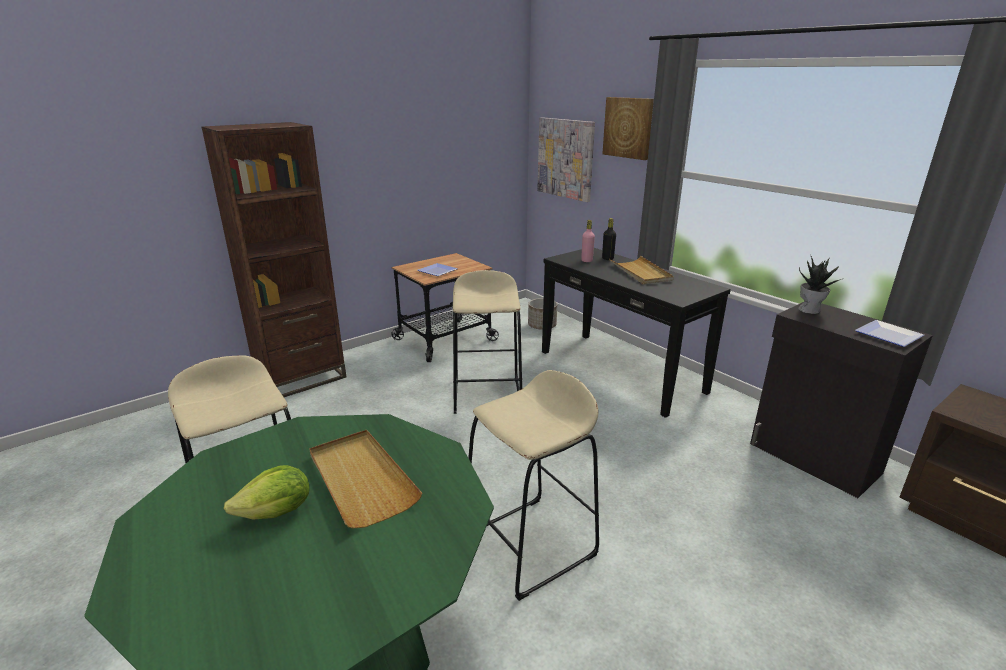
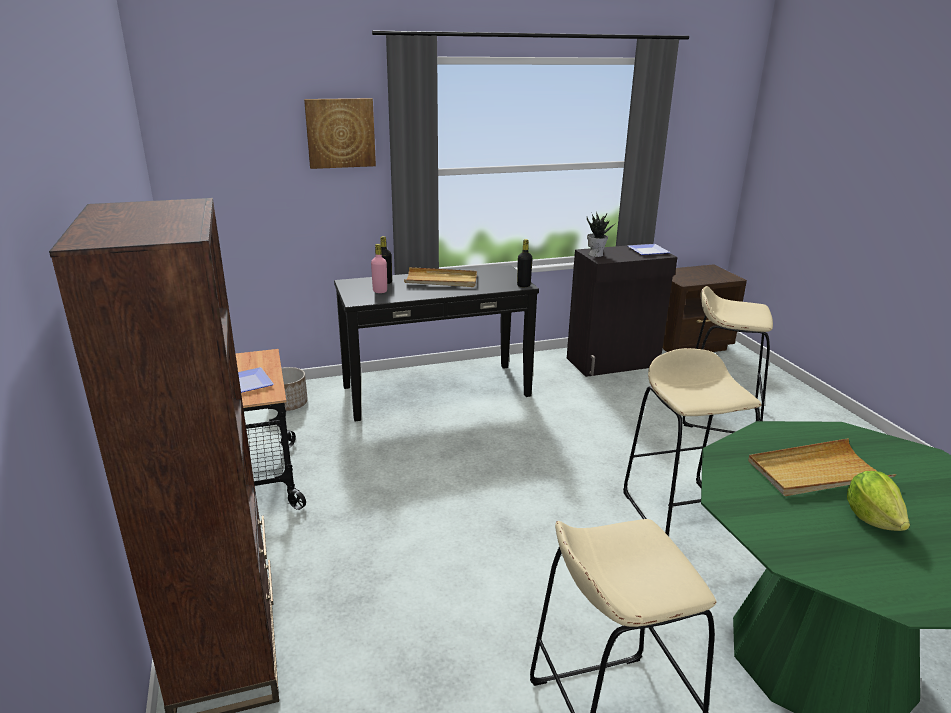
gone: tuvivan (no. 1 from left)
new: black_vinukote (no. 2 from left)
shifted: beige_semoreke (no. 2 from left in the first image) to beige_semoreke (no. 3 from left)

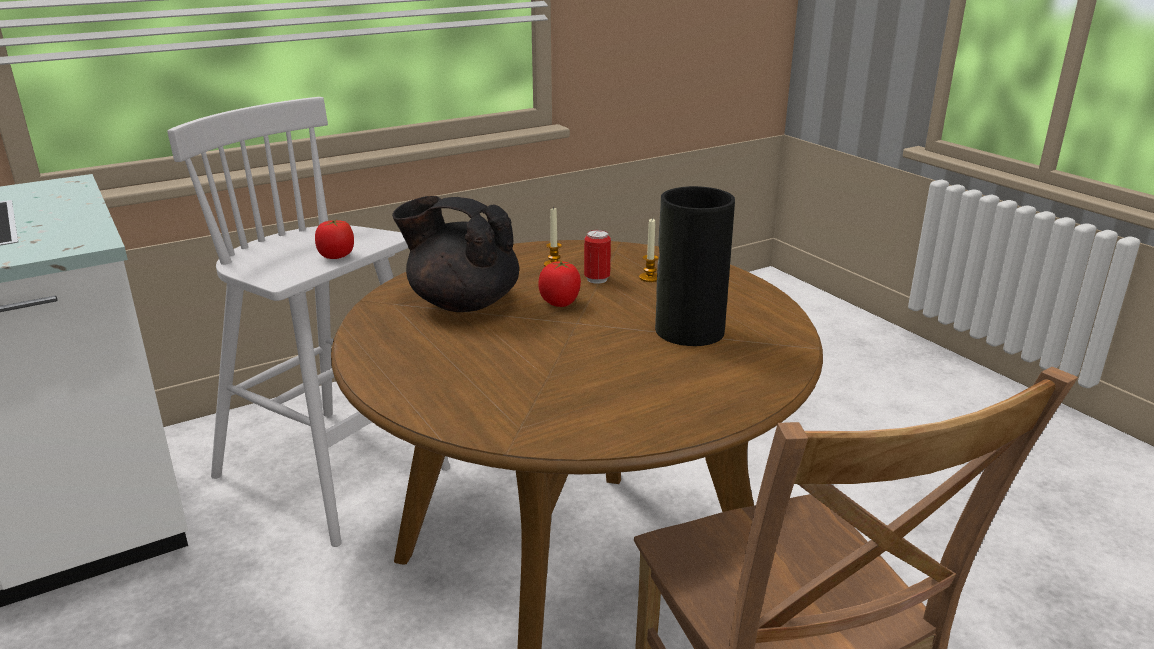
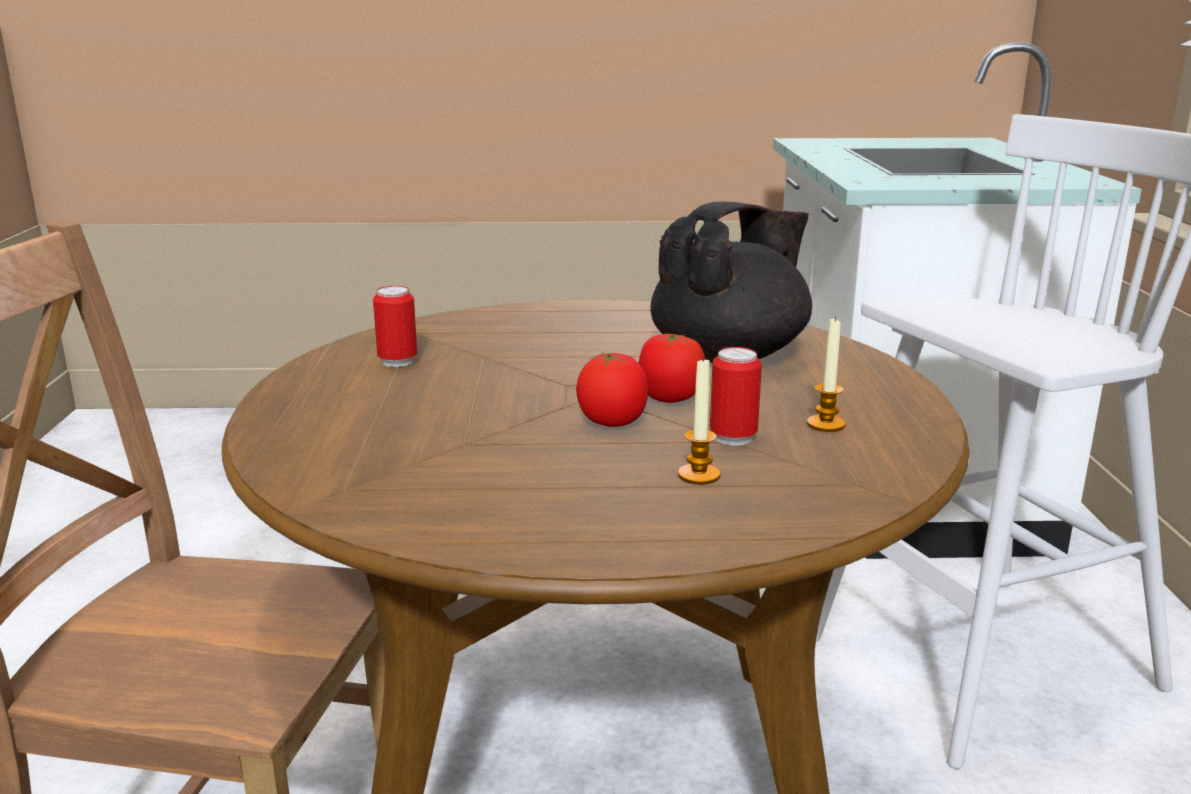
gone: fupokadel
new: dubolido (no. 1 from left)
shifted: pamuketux (no. 1 from left)

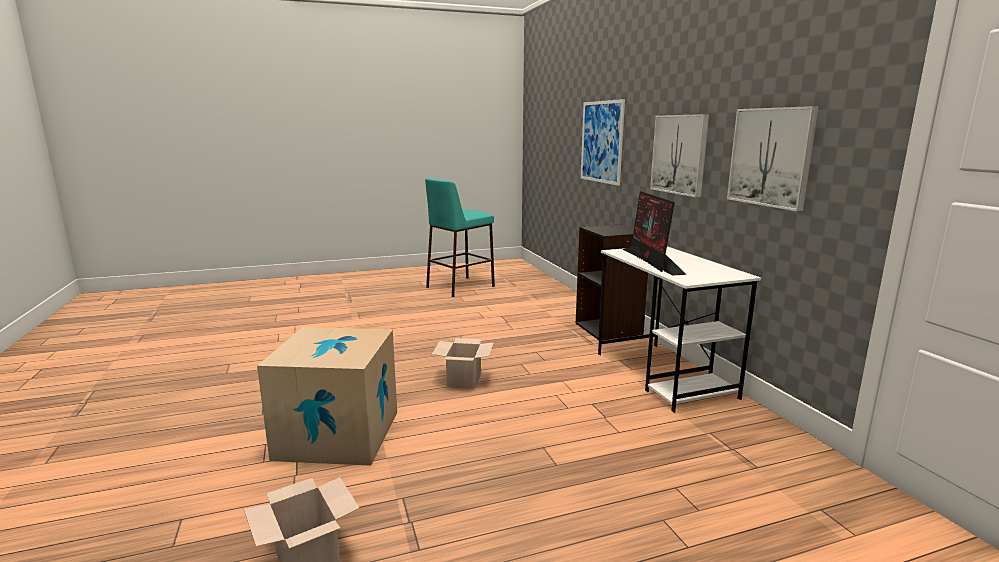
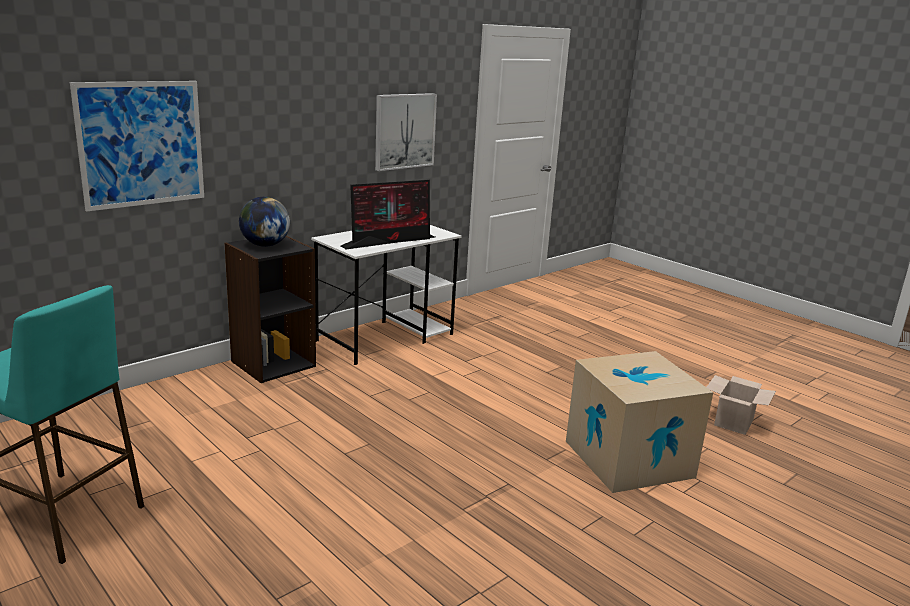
gone: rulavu (no. 3 from left); tuvivan (no. 2 from left)
new: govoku

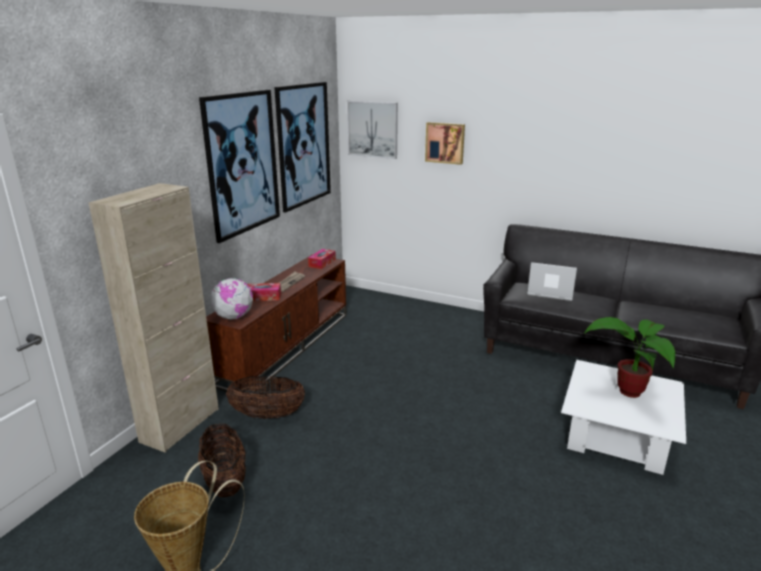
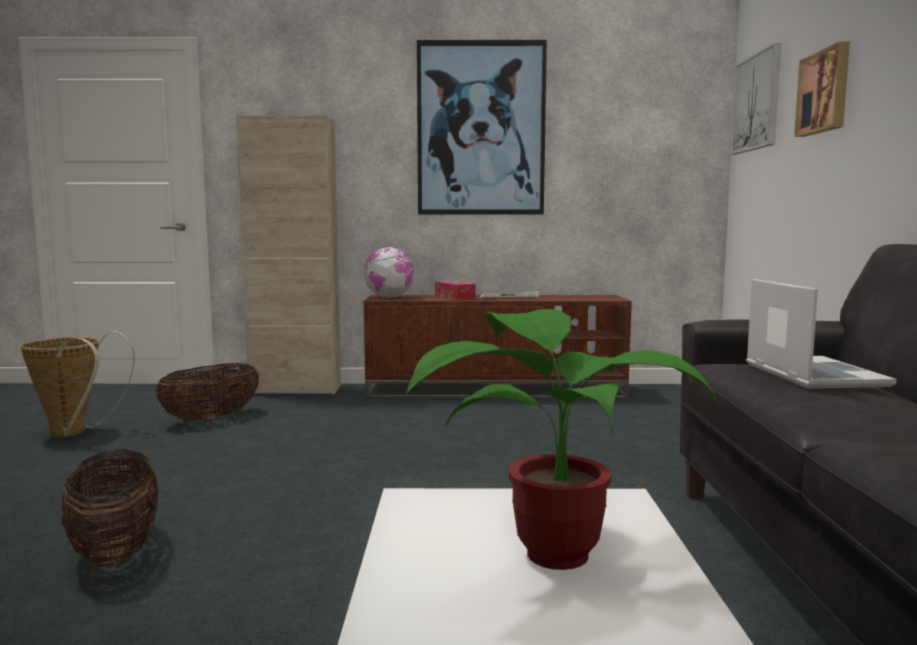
gone: tuvivan (no. 2 from left); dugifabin (no. 2 from left)
shifted: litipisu (no. 3 from left in the first image) to litipisu (no. 2 from left)

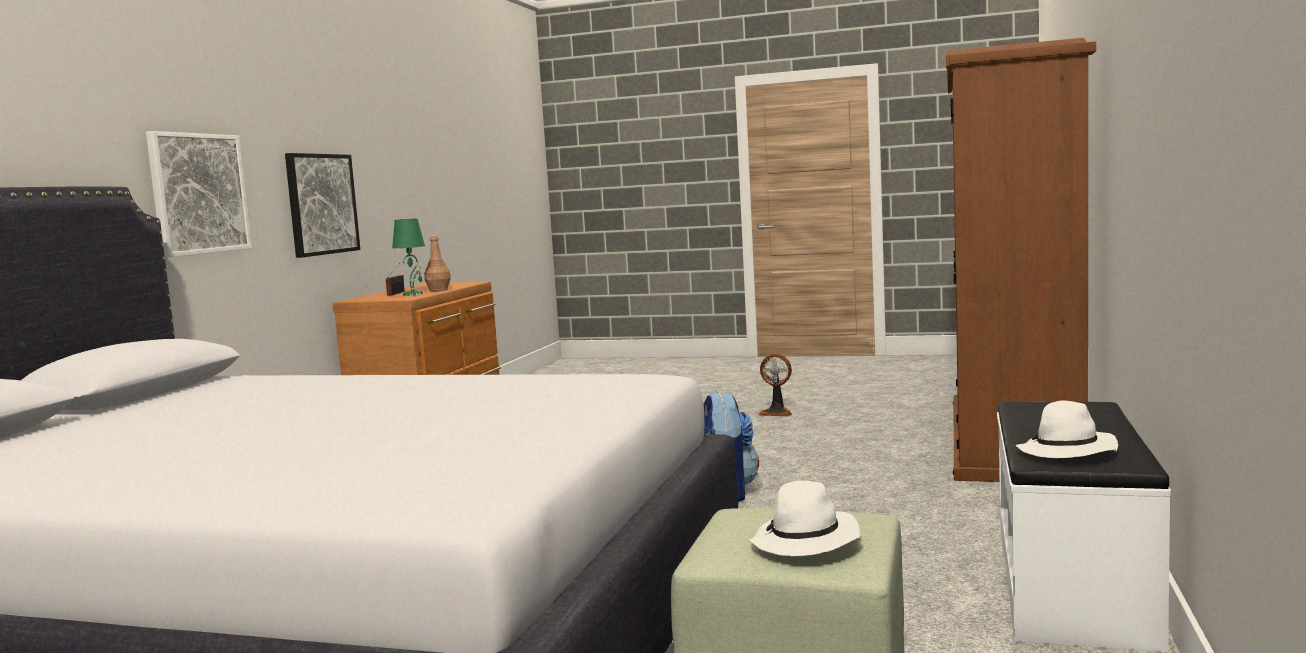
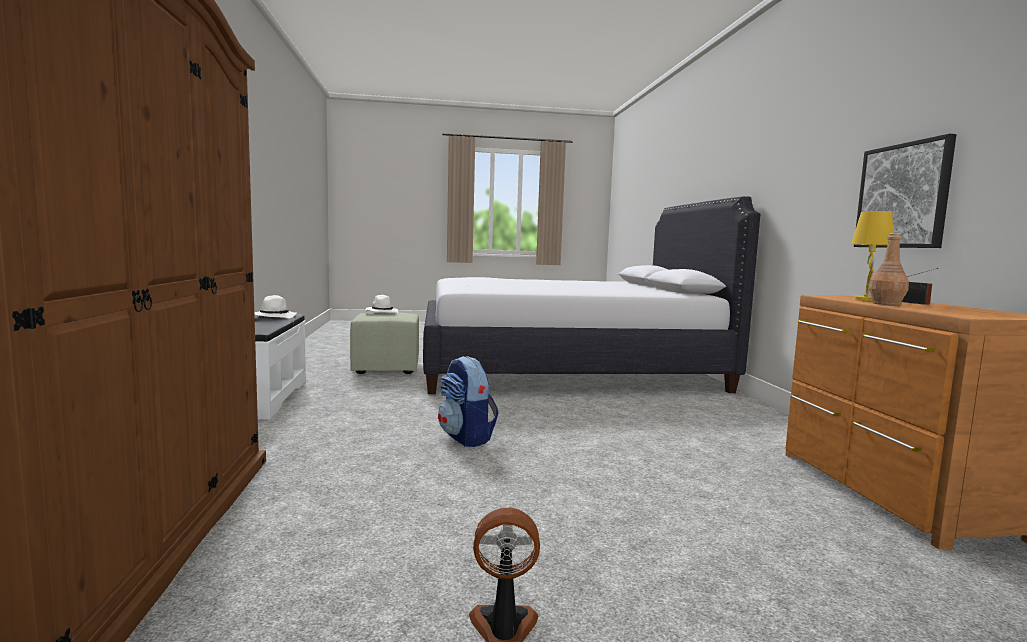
gone: tuvivan (no. 1 from left)
repainted: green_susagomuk to yellow_susagomuk

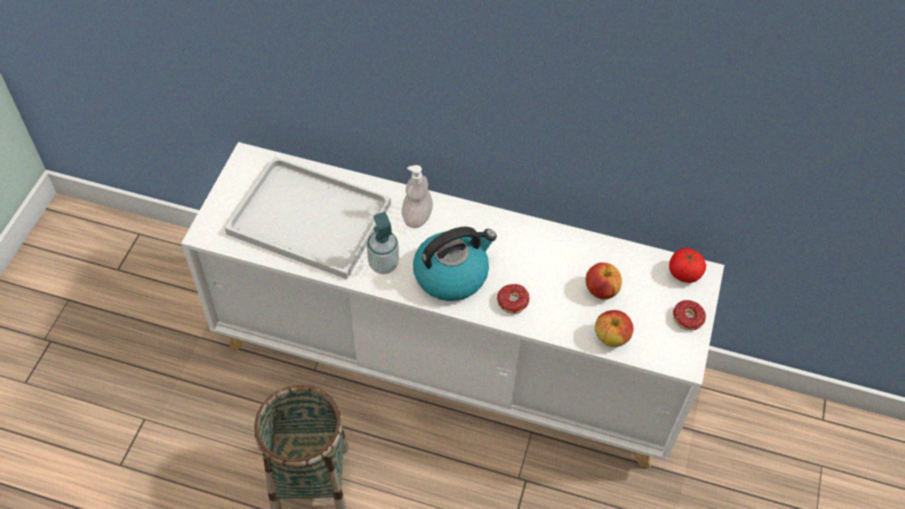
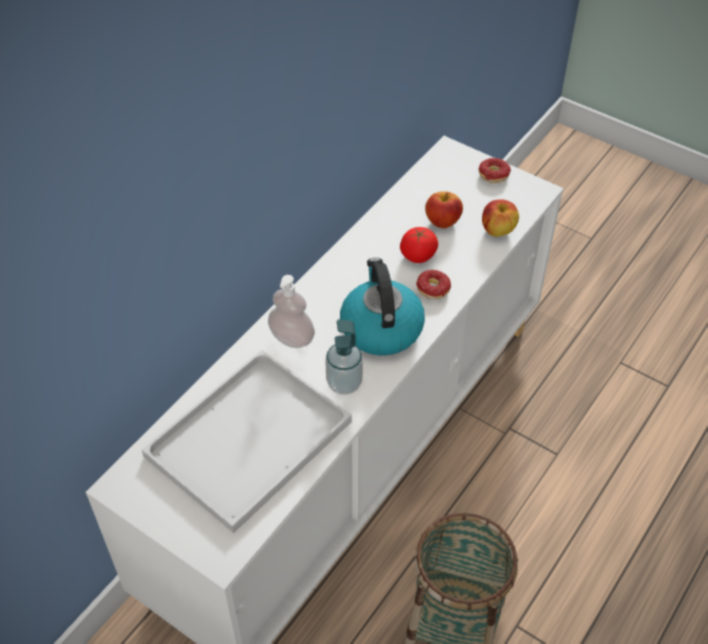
shifted: pamuketux

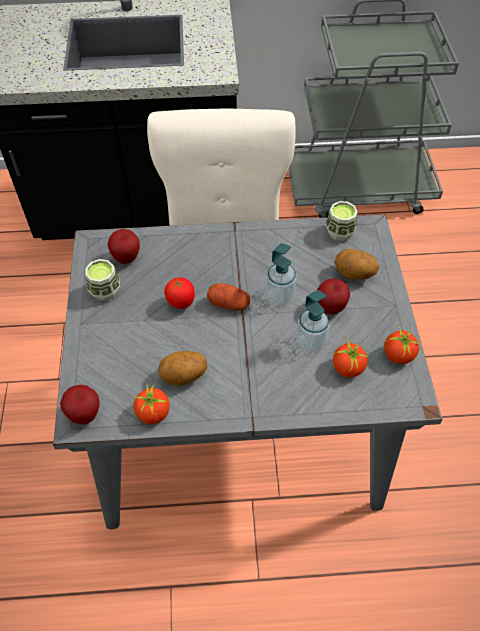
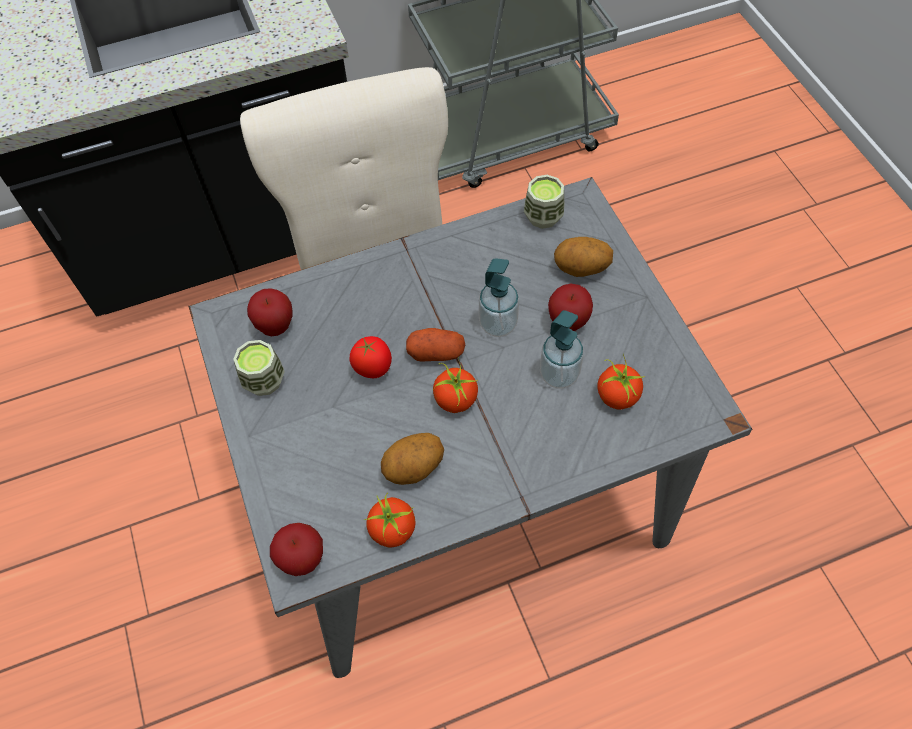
shifted: pamuketux (no. 4 from left in the first image) to pamuketux (no. 3 from left)

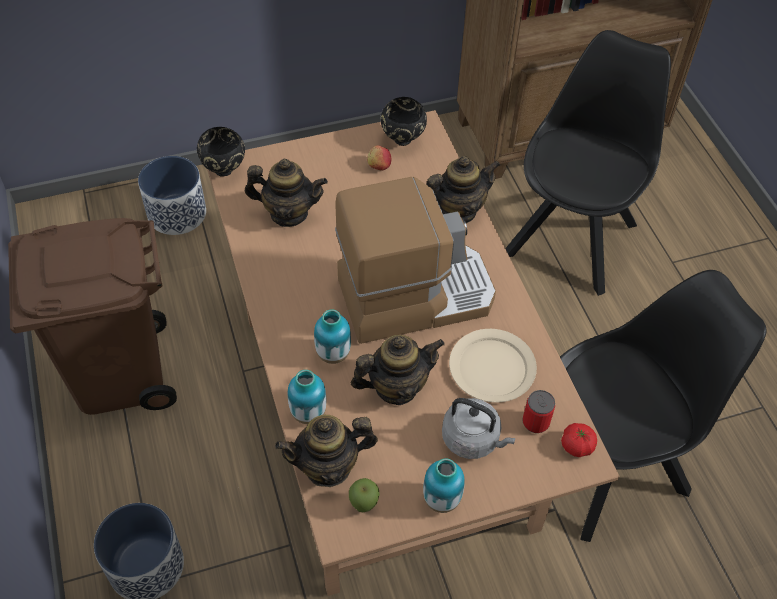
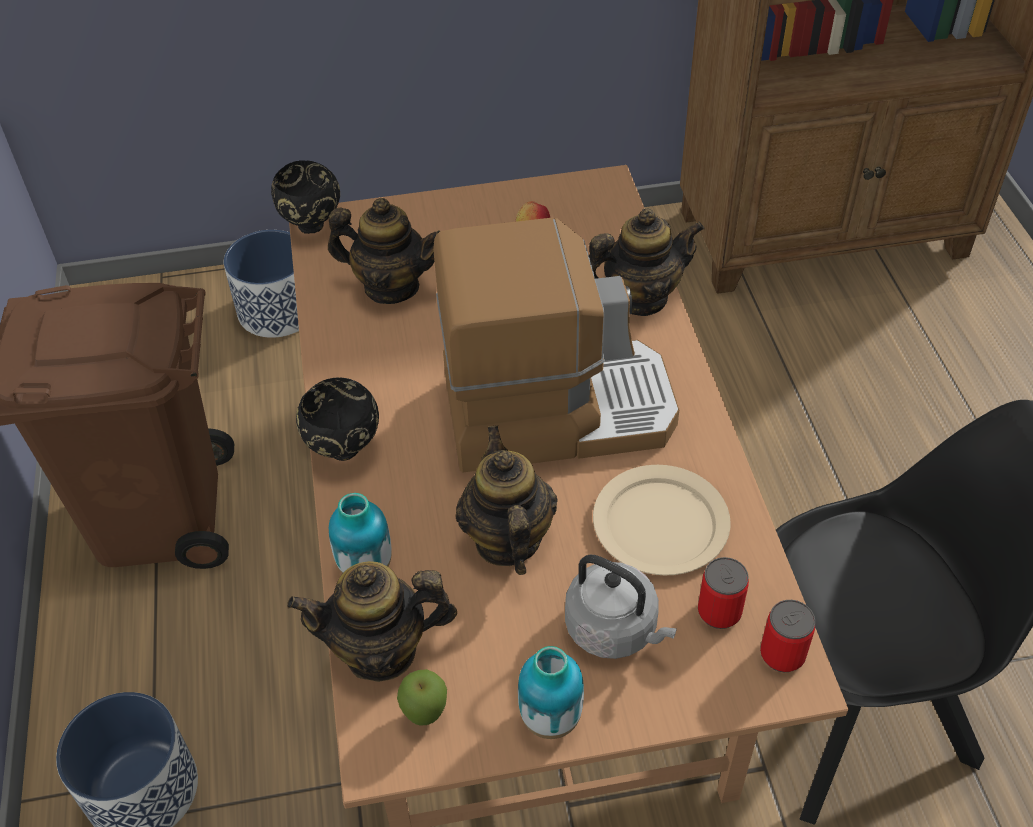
gone: fupokadel (no. 2 from left); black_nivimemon (no. 1 from left)
shifted: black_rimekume (no. 2 from left)
swapped: pamuketux to dubolido (no. 2 from left)
rotated: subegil (no. 3 from left) 90 degrees counterclockwise

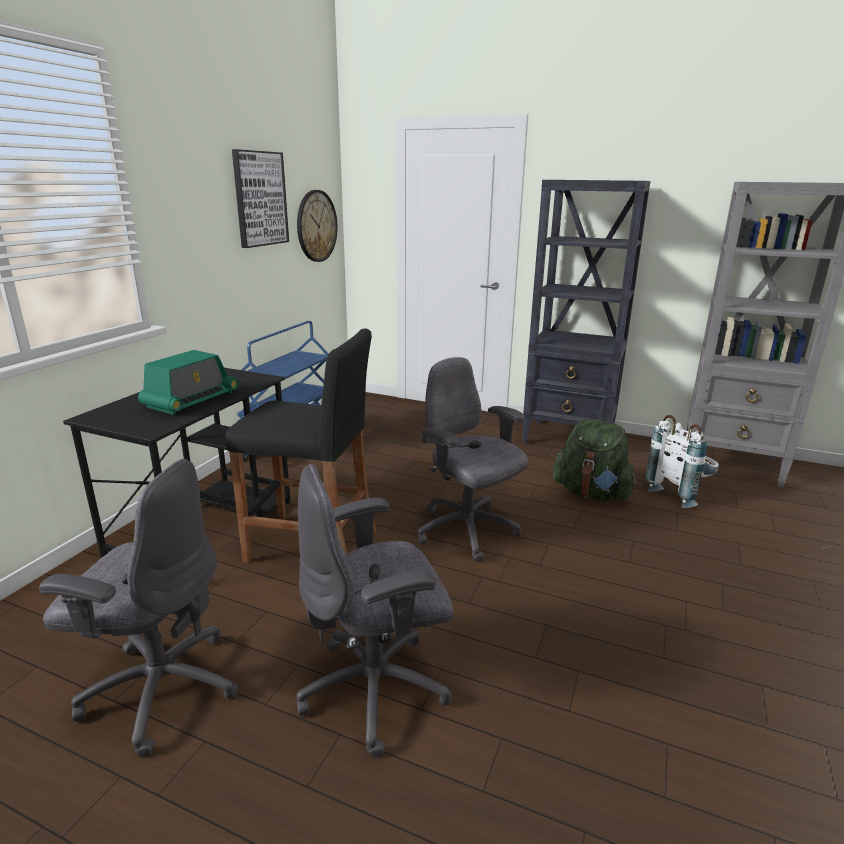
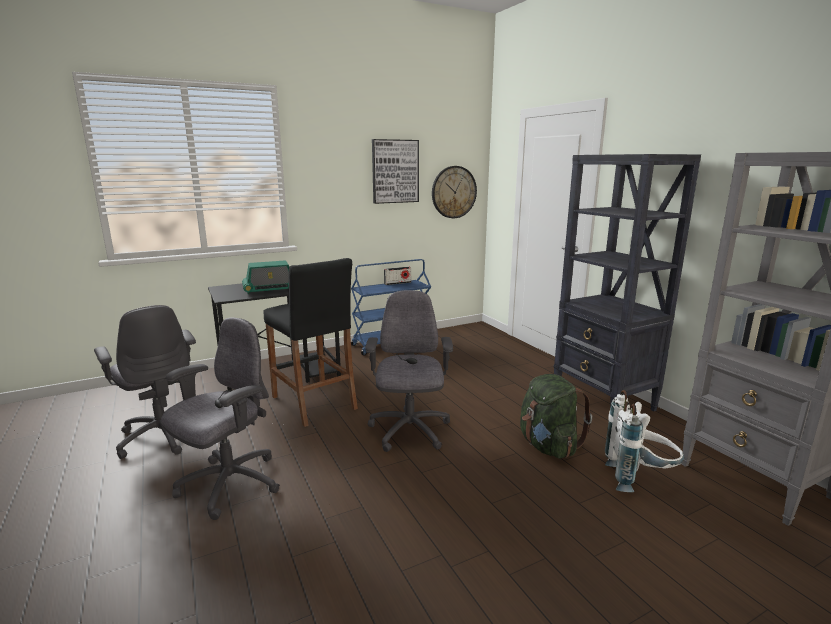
new: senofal (no. 2 from left)
rotated: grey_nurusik (no. 2 from left) 105 degrees clockwise

